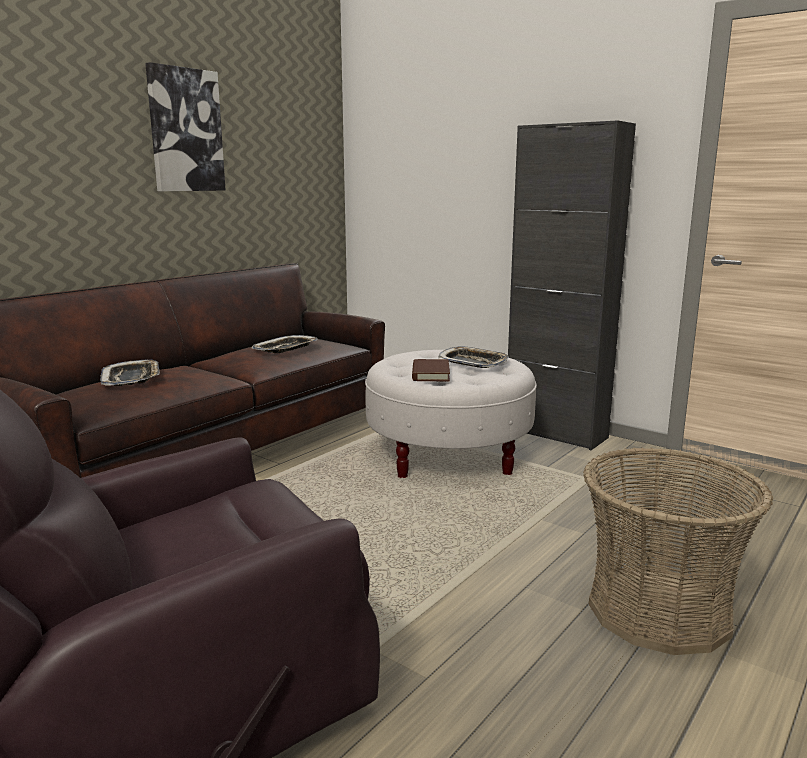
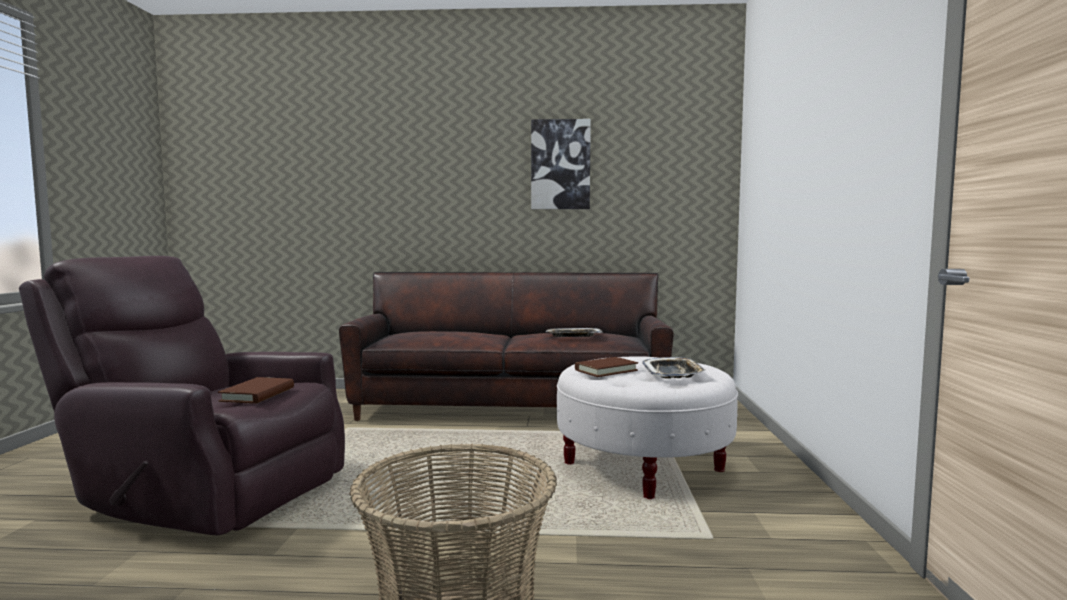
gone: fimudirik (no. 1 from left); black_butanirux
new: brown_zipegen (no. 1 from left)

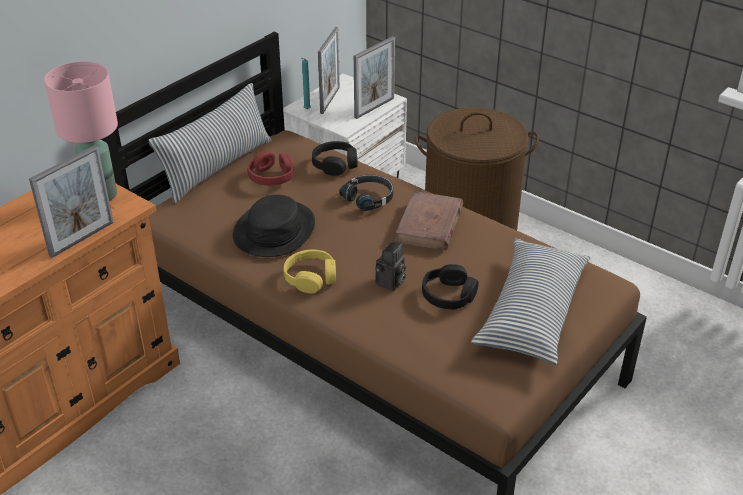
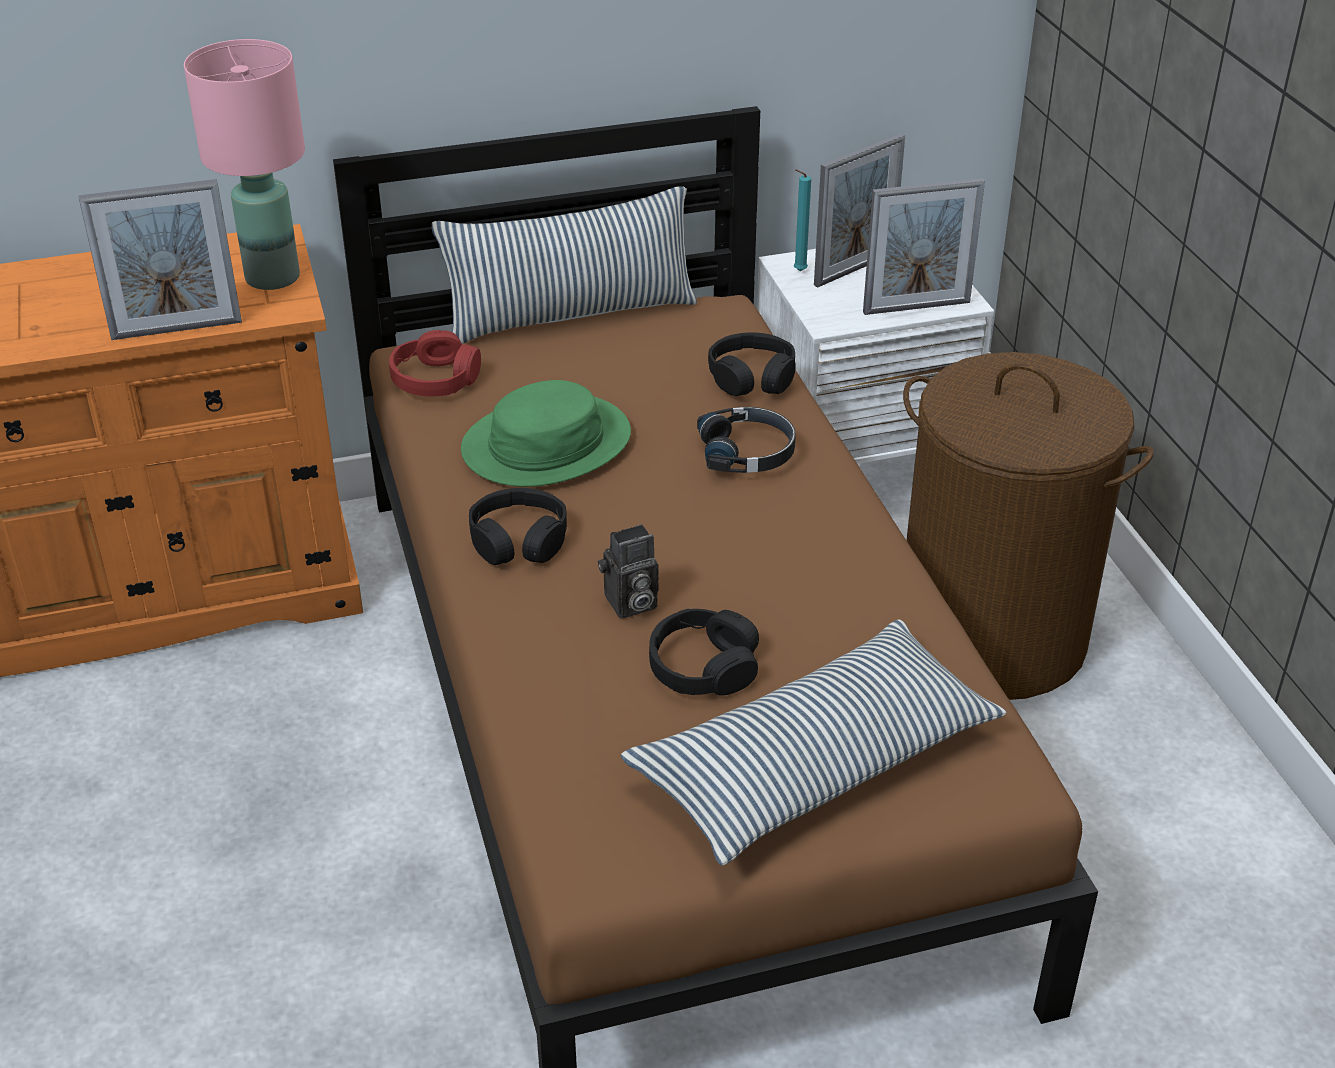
gone: brown_zipegen
shifted: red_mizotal
repainted: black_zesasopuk to green_zesasopuk; yellow_mizotal to black_mizotal (no. 1 from left)

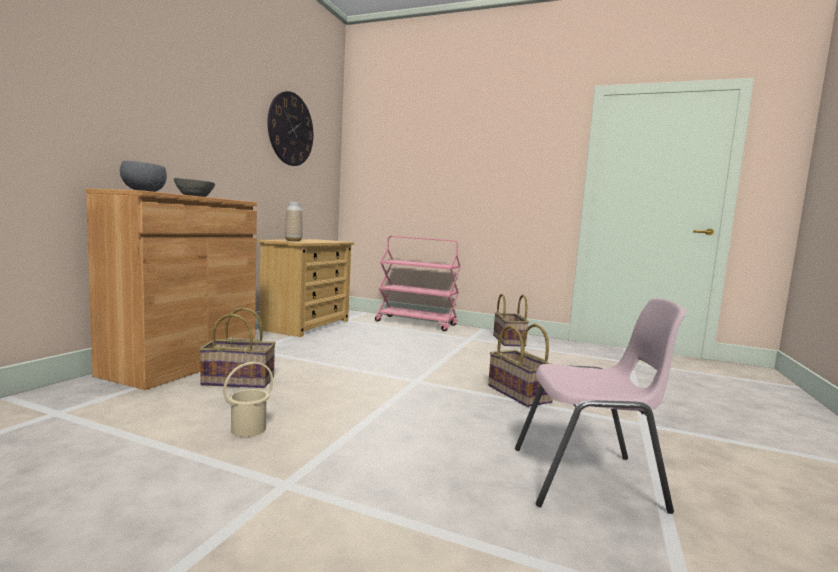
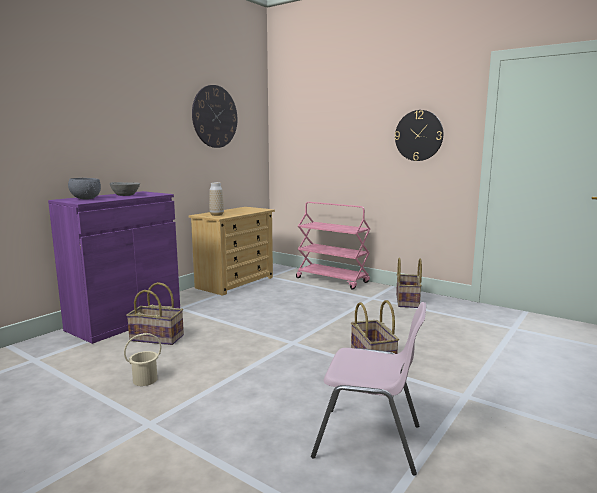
new: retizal (no. 2 from left)
repainted: brown_butanirux to purple_butanirux

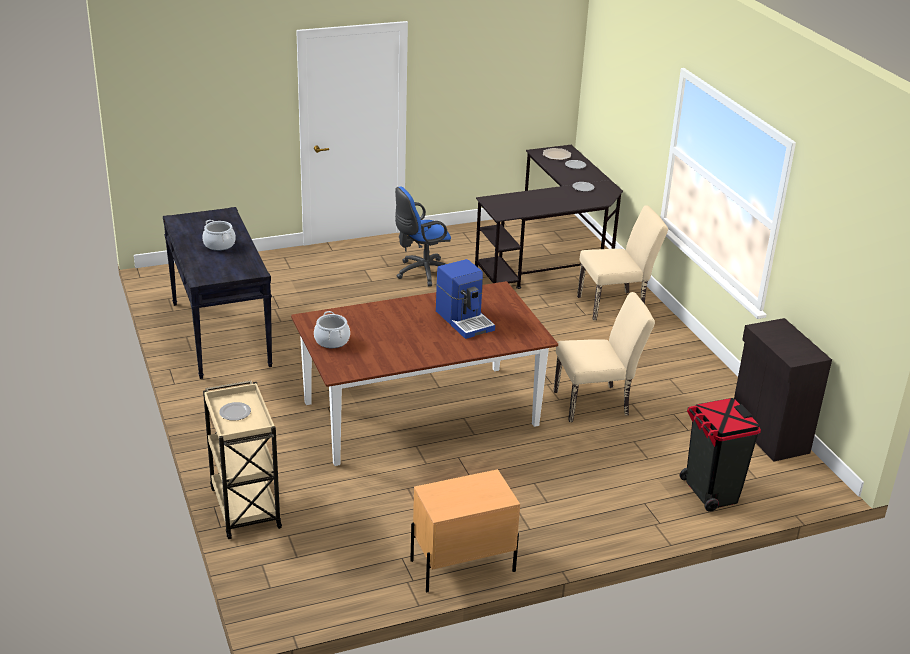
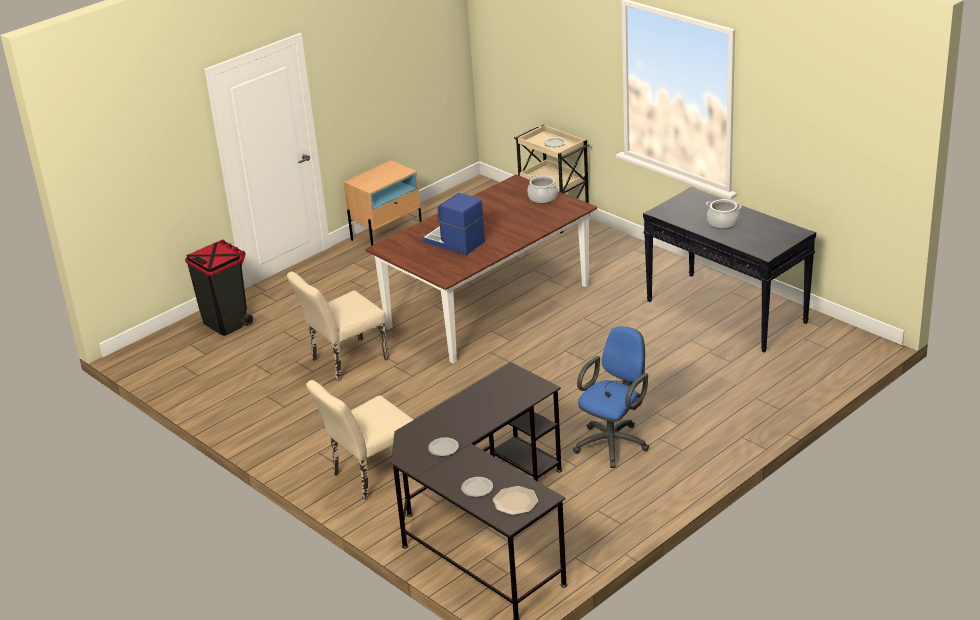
gone: black_butanirux

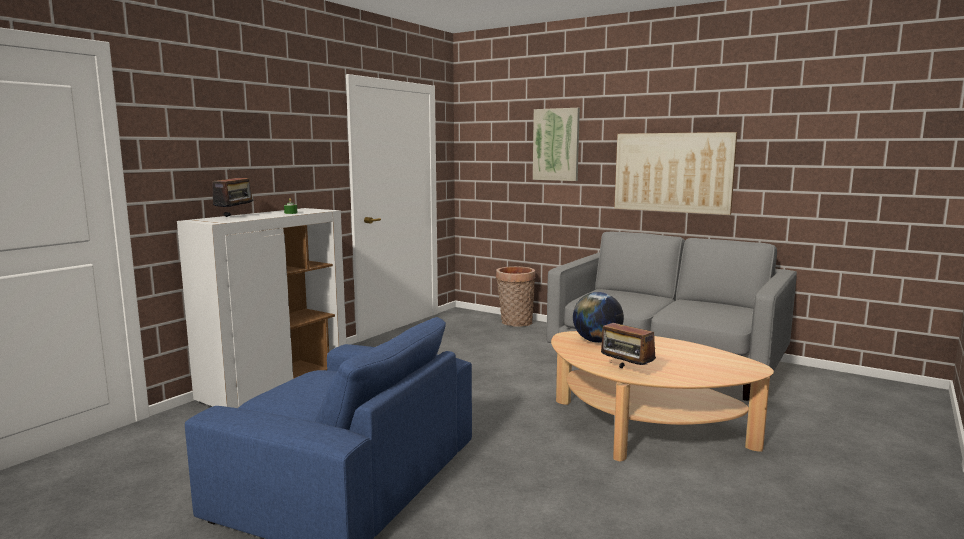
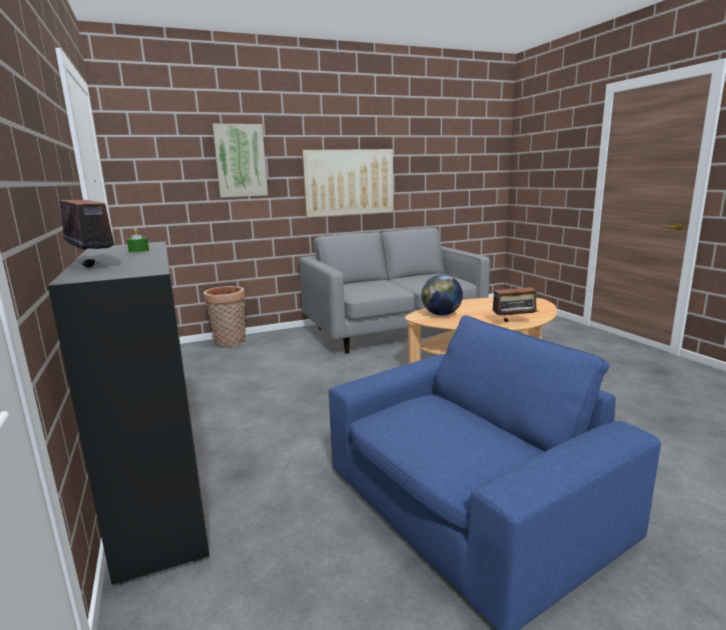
repainted: white_butanirux to black_butanirux

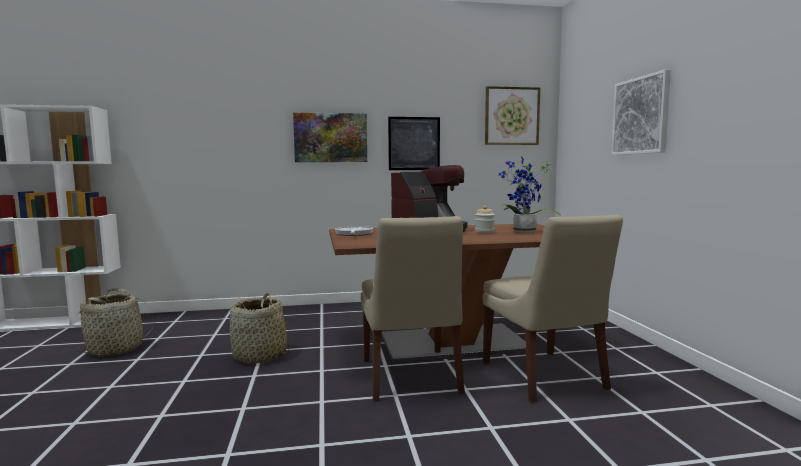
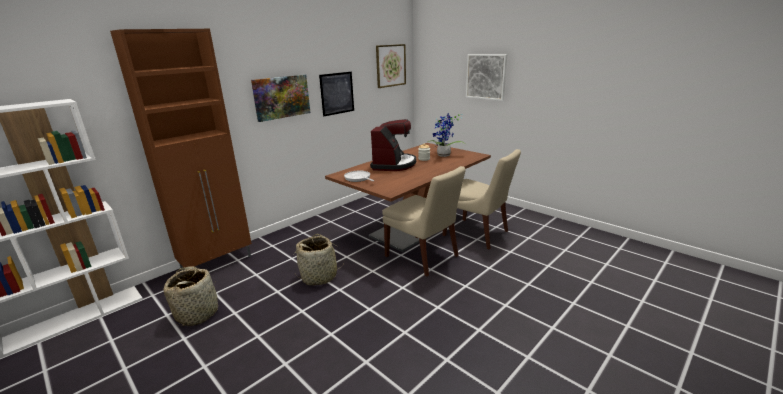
new: brown_butanirux

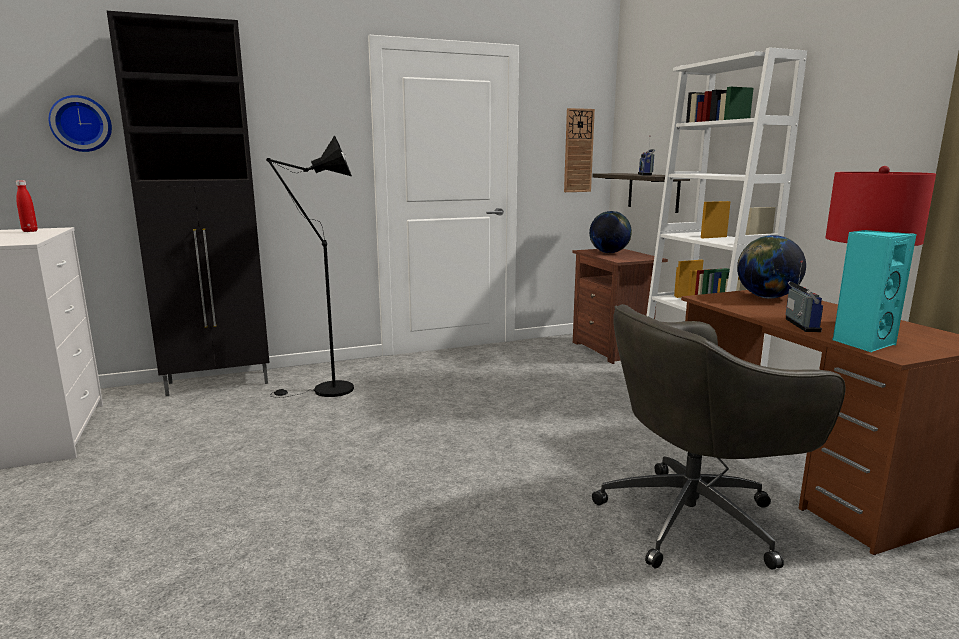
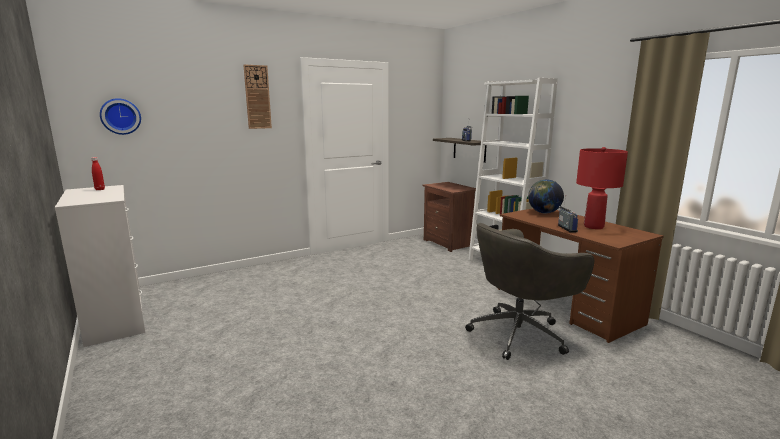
gone: black_butanirux; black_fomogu; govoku (no. 1 from left); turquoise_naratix
shifted: retizal (no. 2 from left)

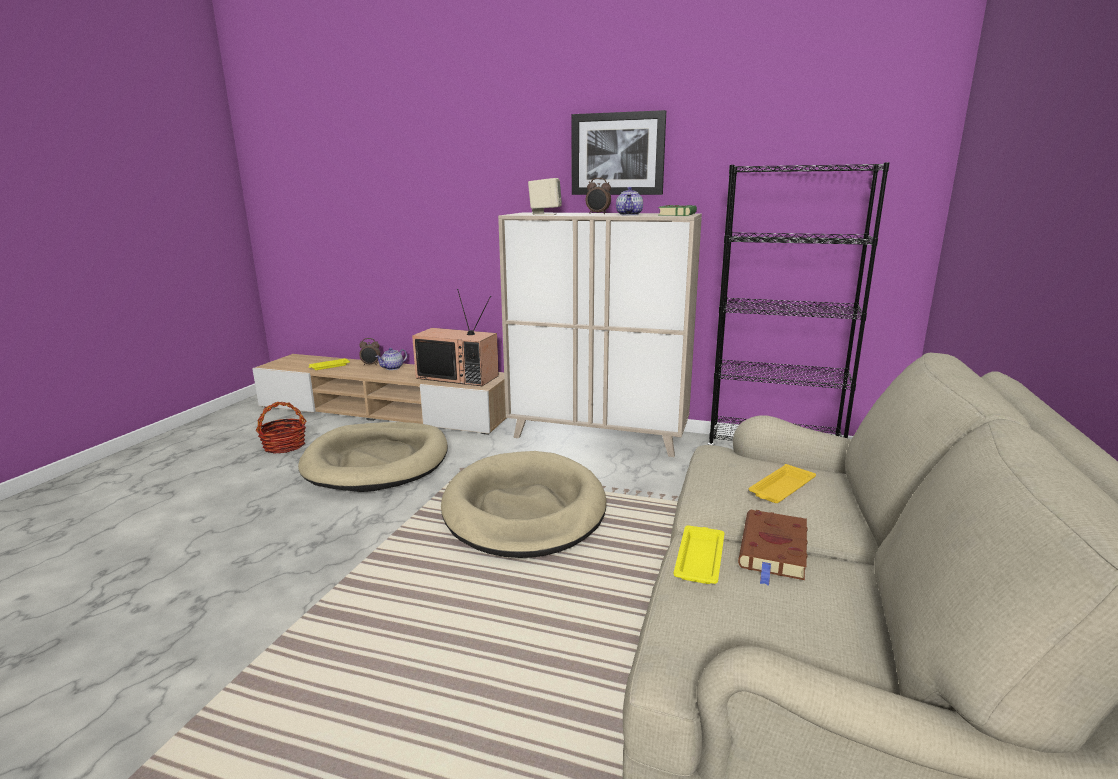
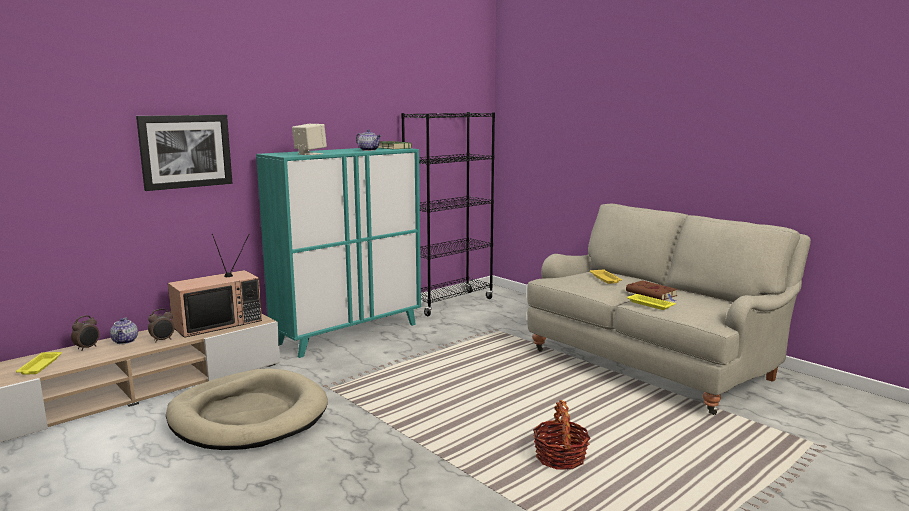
gone: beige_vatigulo (no. 2 from left)
shifted: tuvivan; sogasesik (no. 2 from left); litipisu
repainted: beige_butanirux to turquoise_butanirux

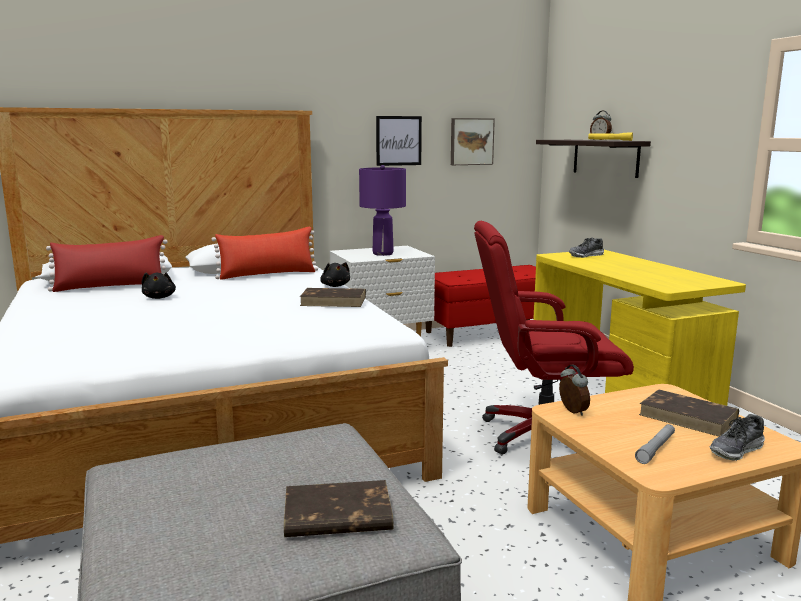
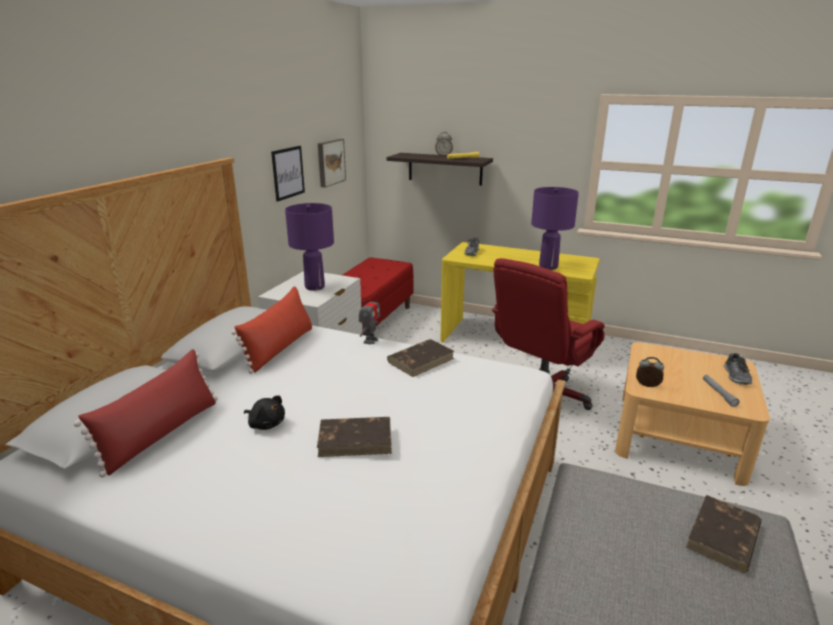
new: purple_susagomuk (no. 2 from left)
shifted: brown_zipegen (no. 3 from left in the first image) to brown_zipegen (no. 1 from left)
swapped: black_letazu (no. 2 from left) to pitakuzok

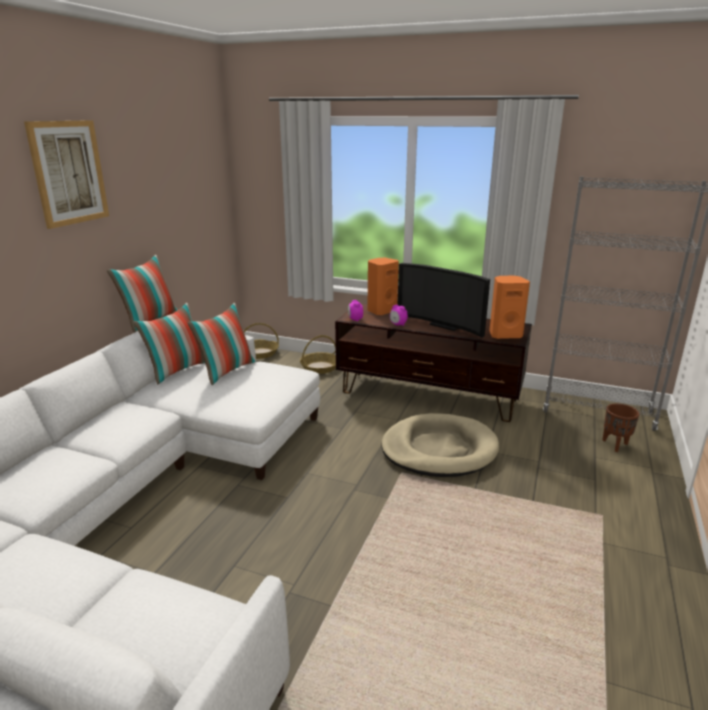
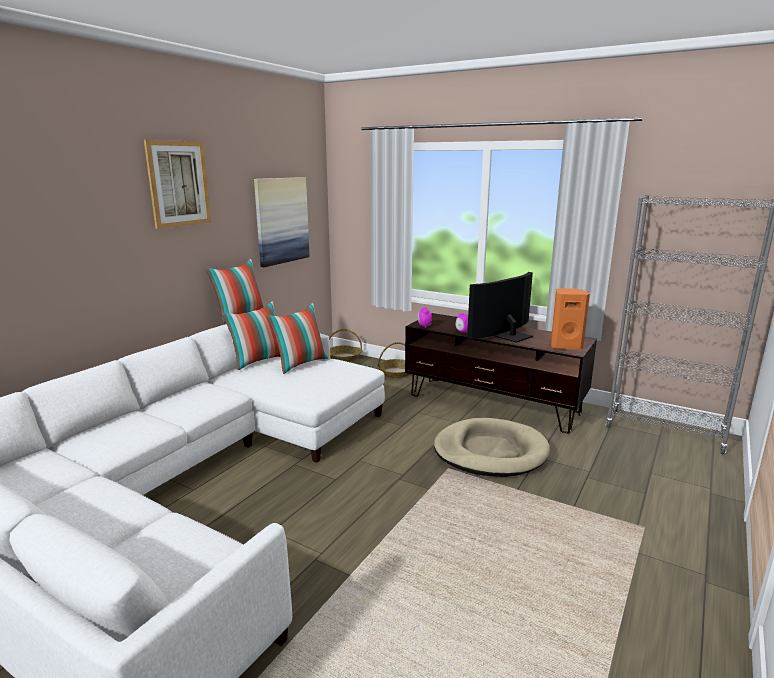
gone: orange_naratix (no. 1 from left); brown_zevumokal
new: tuvivan (no. 2 from left)
rotated: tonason 90 degrees clockwise

